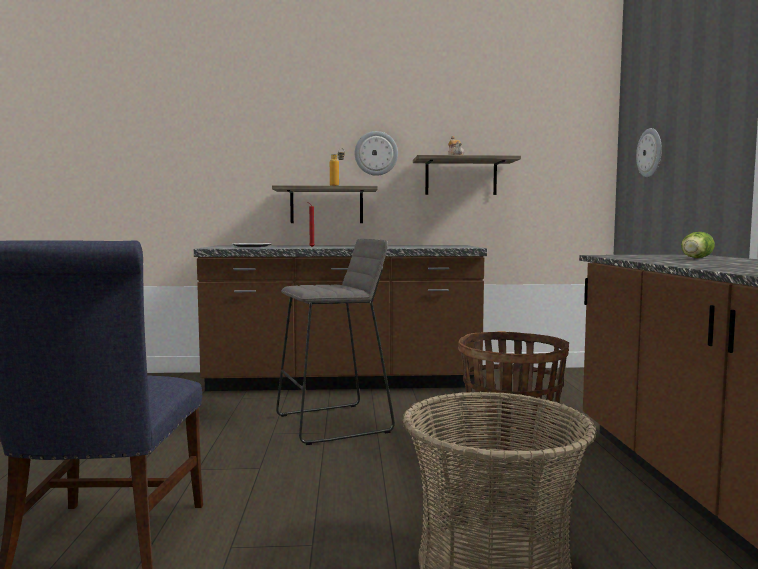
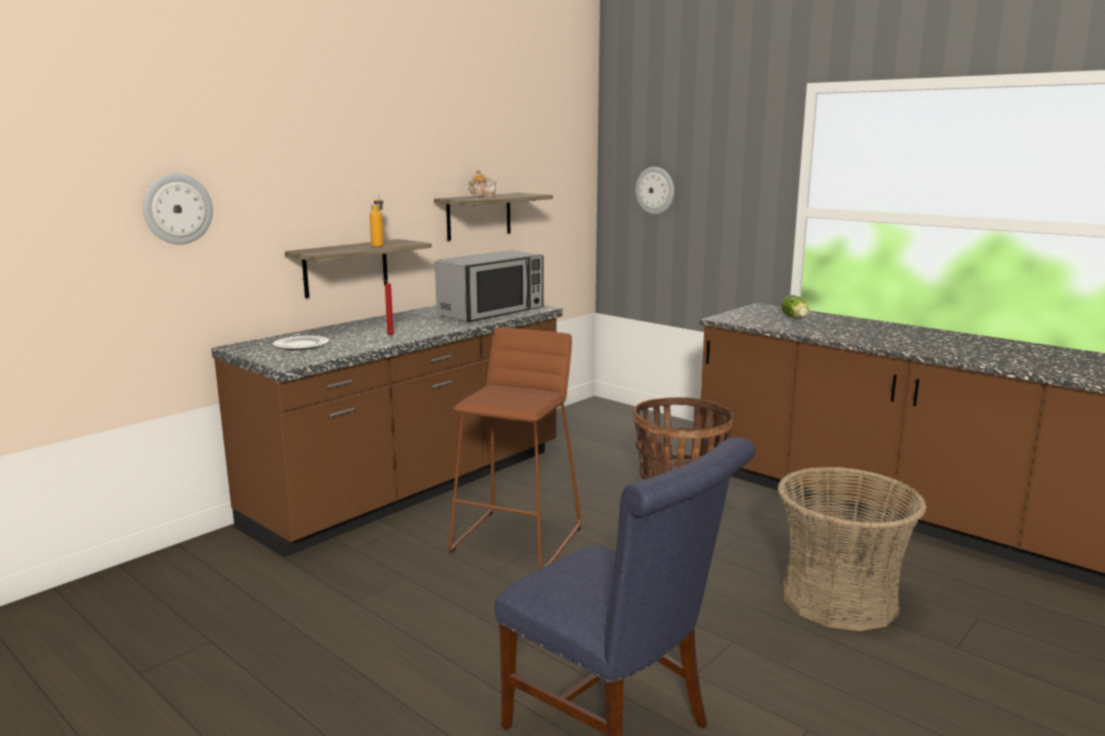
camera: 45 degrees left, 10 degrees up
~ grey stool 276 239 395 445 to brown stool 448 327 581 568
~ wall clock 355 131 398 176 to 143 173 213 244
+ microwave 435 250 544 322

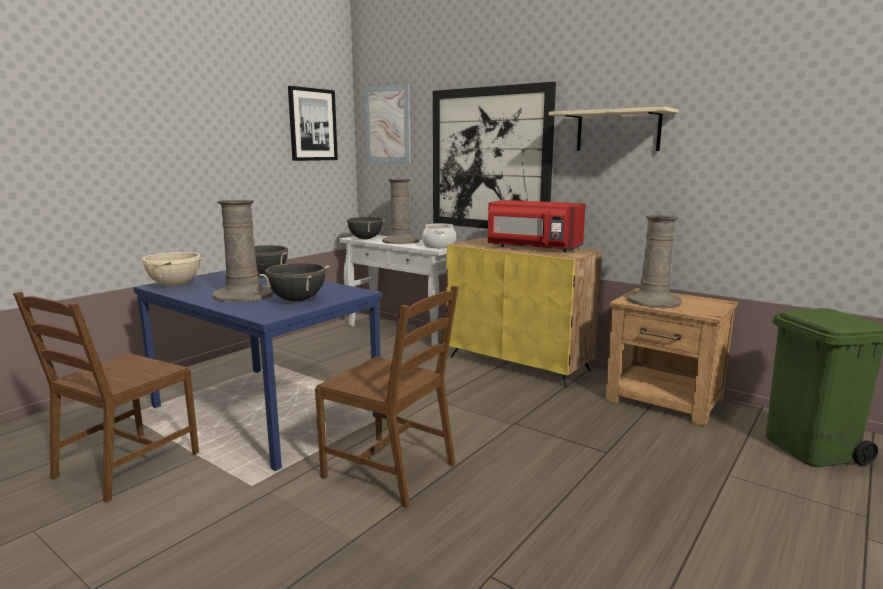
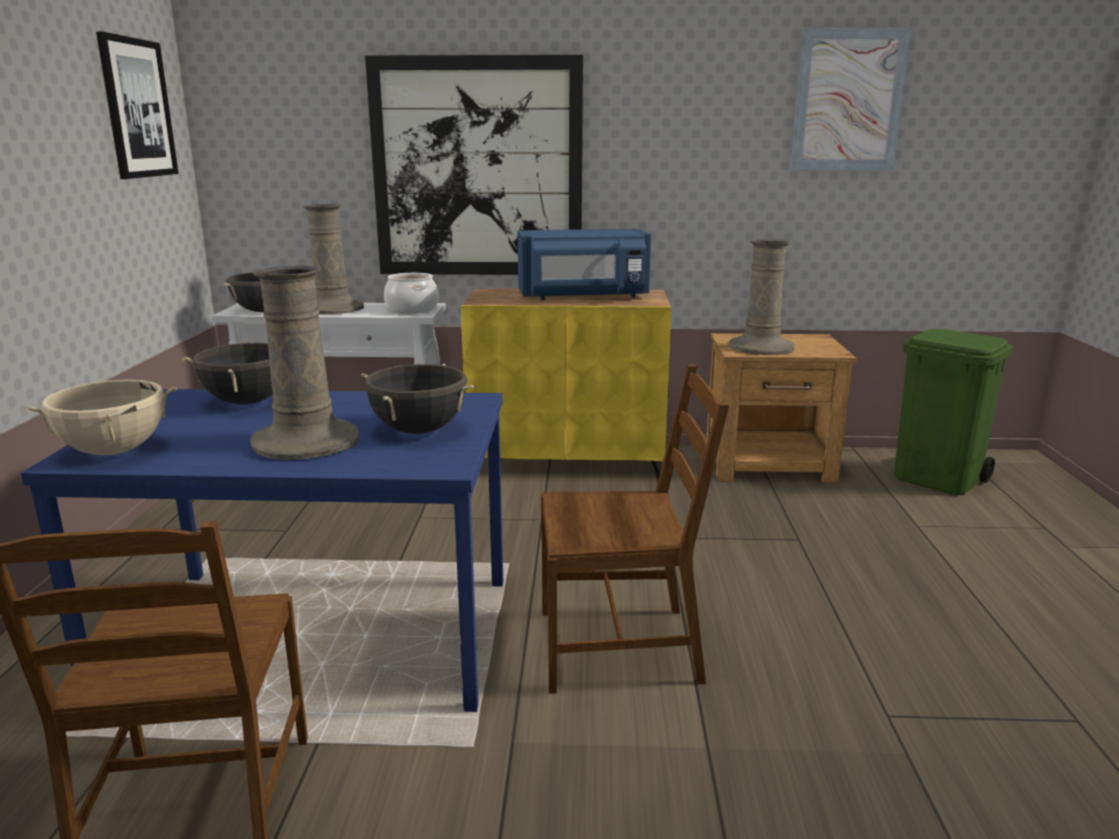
camera: 35 degrees left, 5 degrees up
~ picture 364 84 411 163 to 791 28 911 170
~ red microwave 488 200 586 252 to blue microwave 517 229 651 300
- beige shelf 549 107 679 151

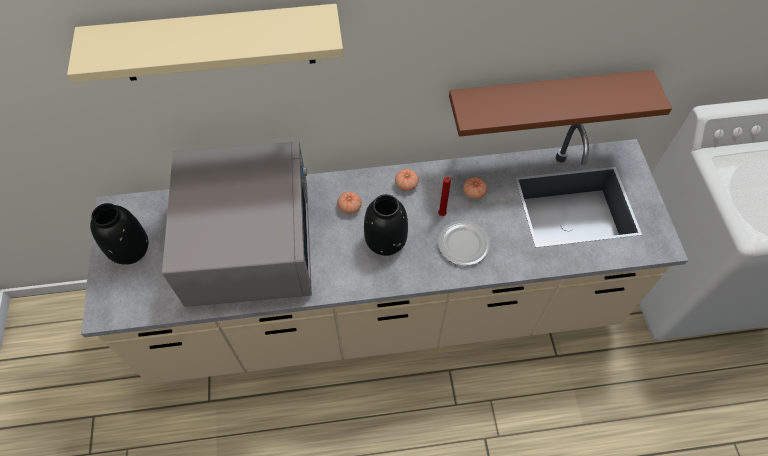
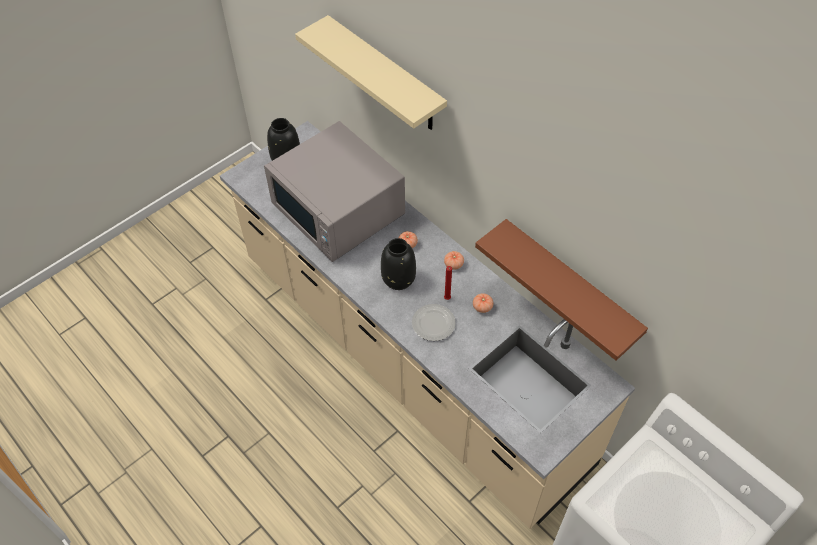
camera: 55 degrees right, 5 degrees down
~ grey microwave 162 142 312 307 = 264 121 405 262 90 degrees clockwise

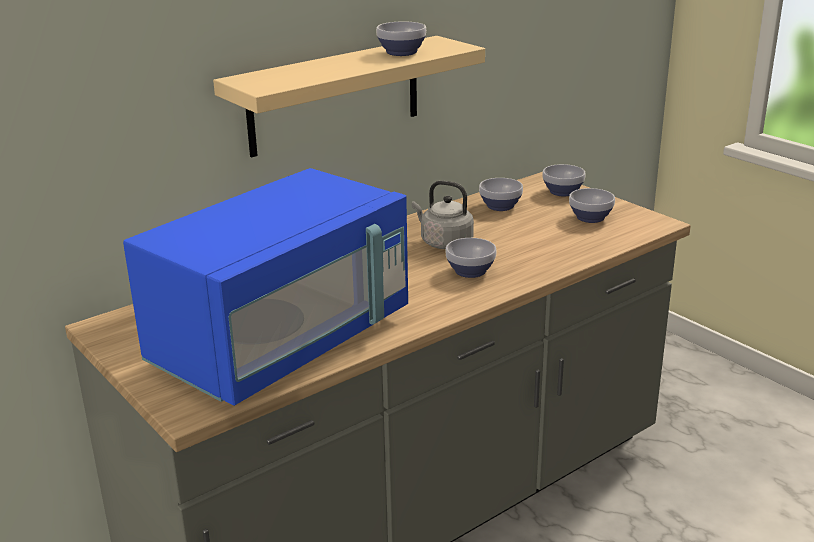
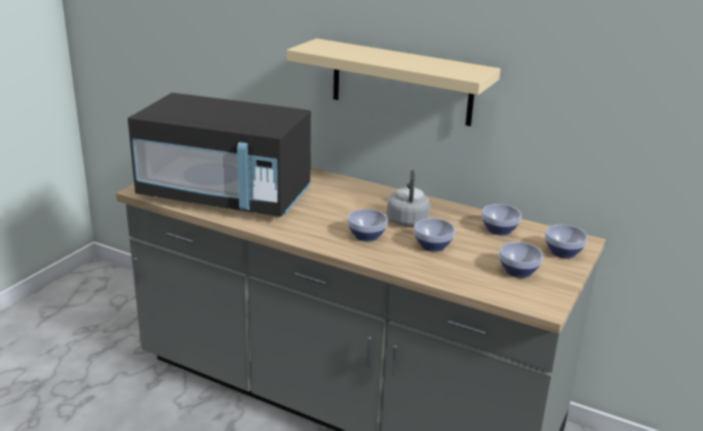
camera: 65 degrees right, 0 degrees up
~ blue microwave 123 168 408 406 to black microwave 128 93 311 217
~ bowl 376 21 426 56 to 414 218 455 252

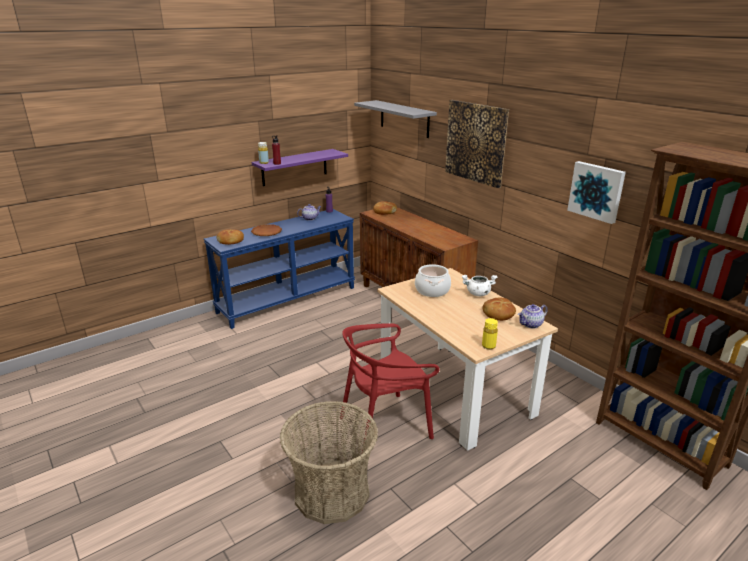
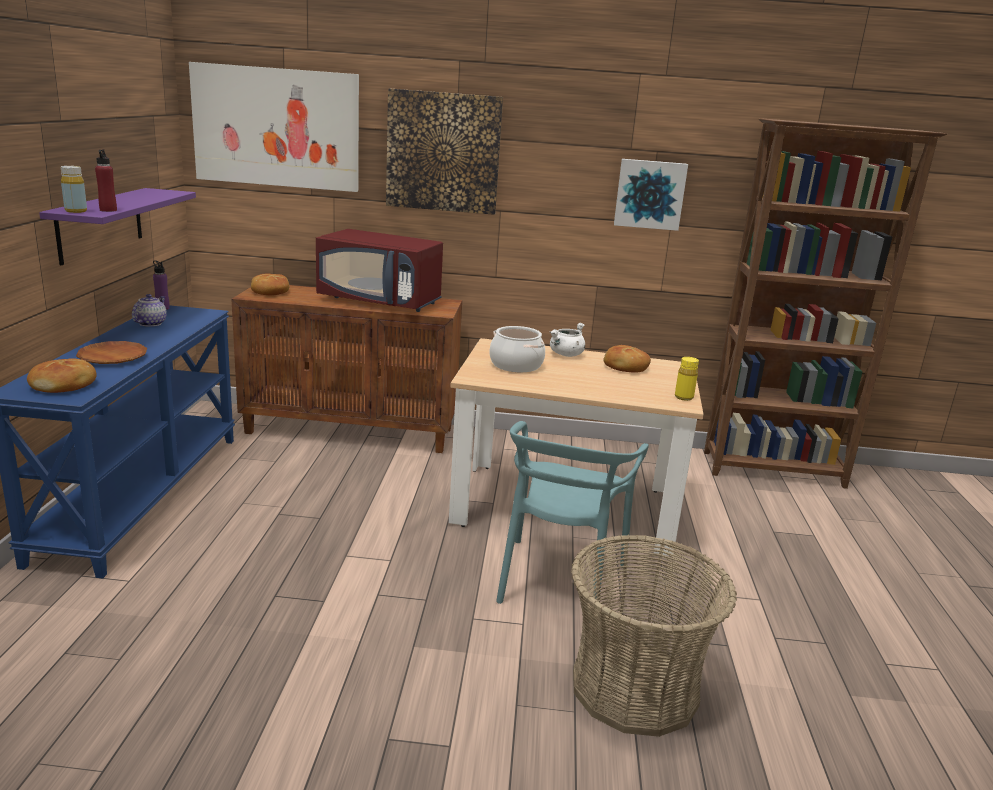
camera: 50 degrees left, 5 degrees down
~ red chair 340 323 440 445 to turquoise chair 496 421 649 604
~ grey shelf 354 100 437 138 to picture 189 62 359 192
- teapot 518 304 548 329
+ red microwave 316 229 443 312

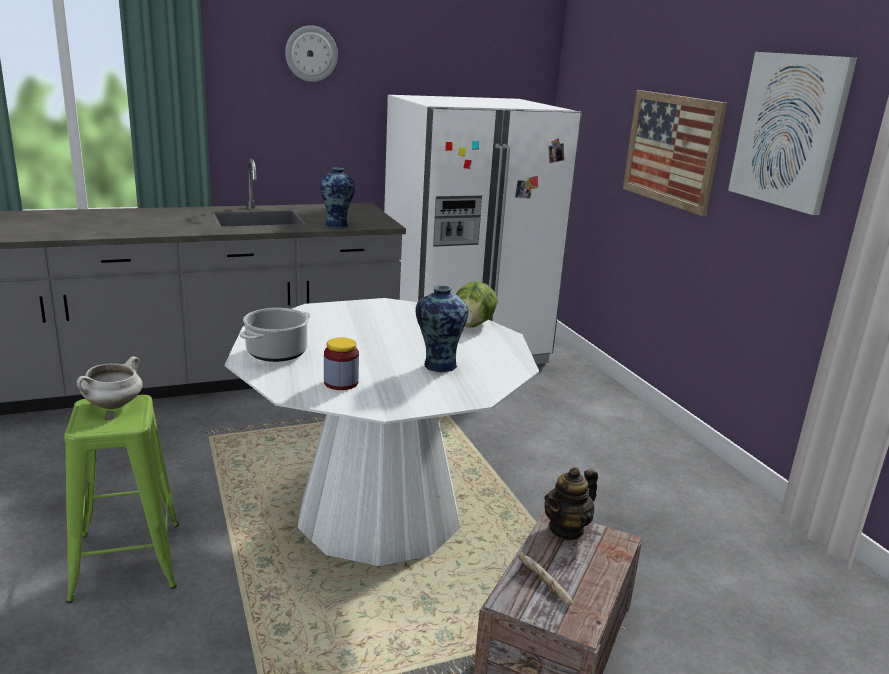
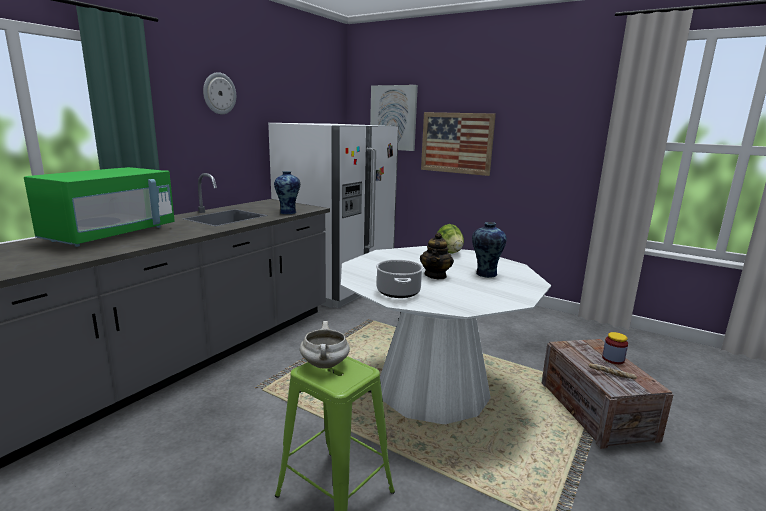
camera: 35 degrees left, 5 degrees down
~ jar 324 337 359 390 to 602 332 628 364
~ teapot 544 467 598 541 to 420 232 454 279
~ picture 728 52 857 215 to 370 85 418 151
+ green microwave 24 167 175 247

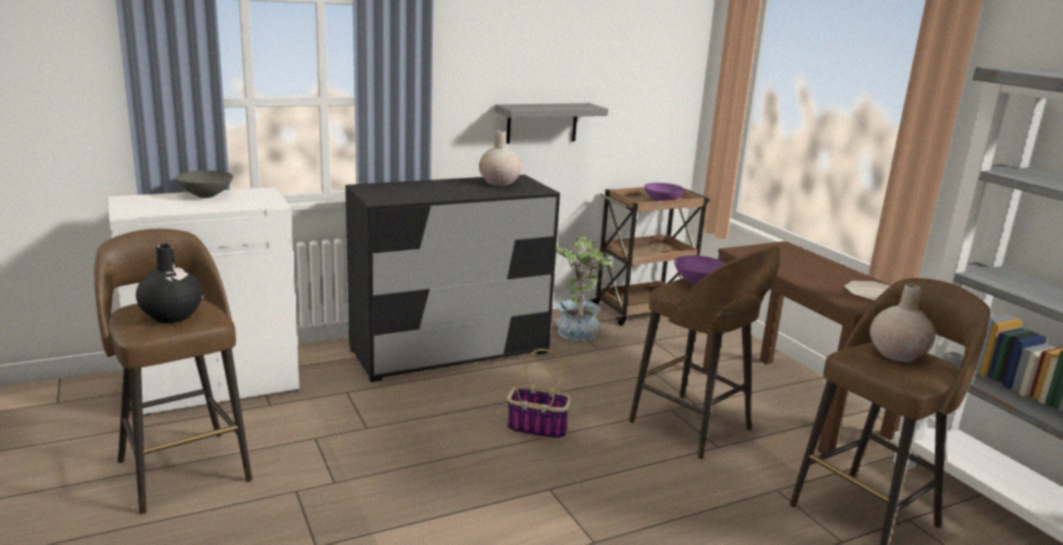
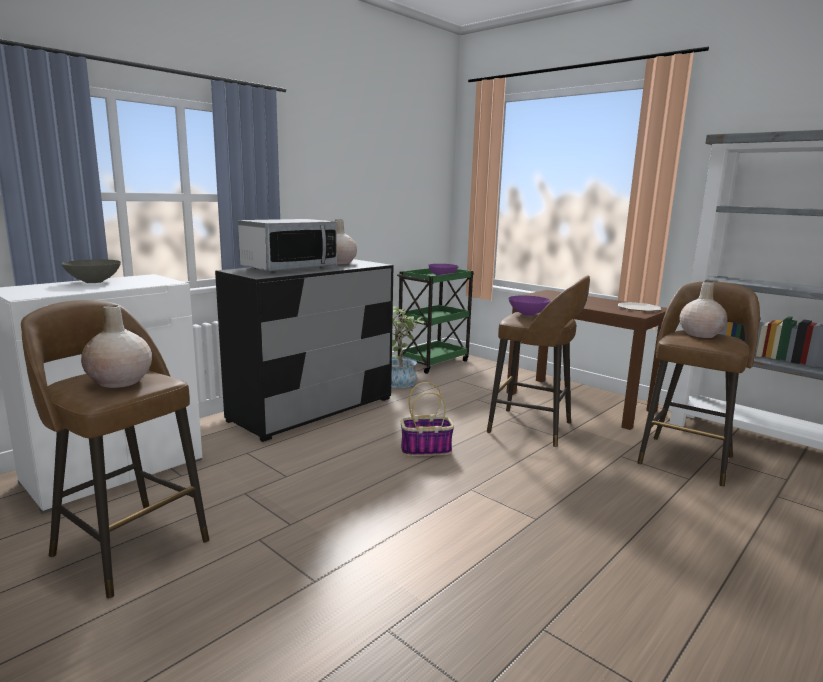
camera: 20 degrees left, 5 degrees down
~ black vase 136 244 202 323 to beige vase 81 305 152 388
- grey shelf 494 103 608 144
~ brown cart 589 187 710 326 to green cart 397 268 474 374
+ microwave 238 219 337 272

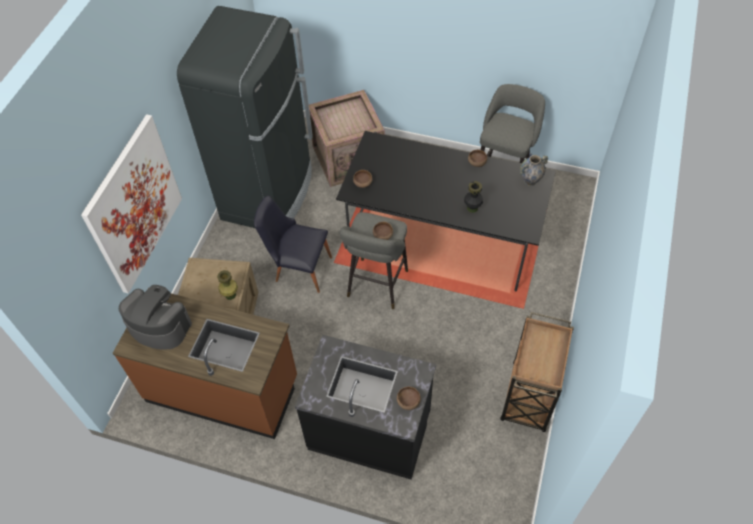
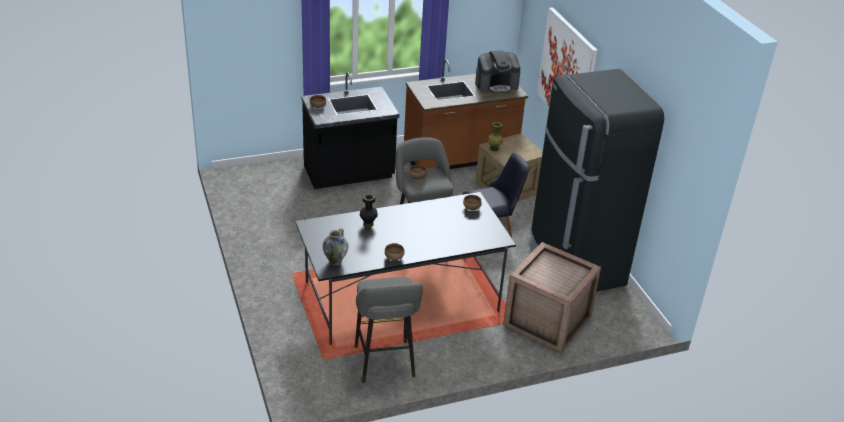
camera: 140 degrees right, 20 degrees down
- brown cart 500 312 574 432

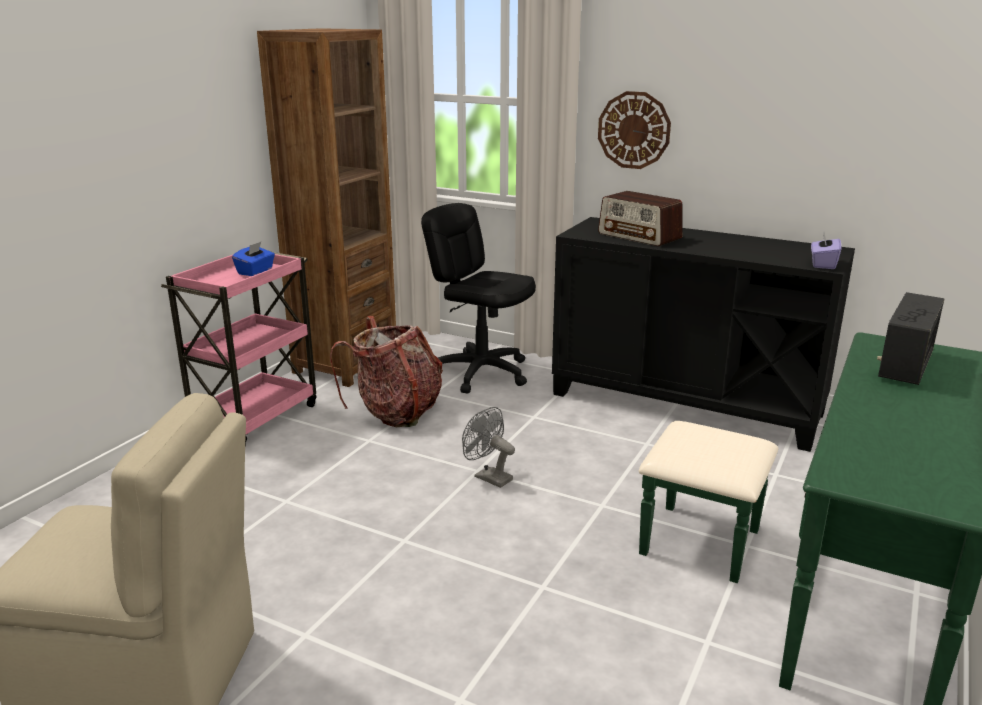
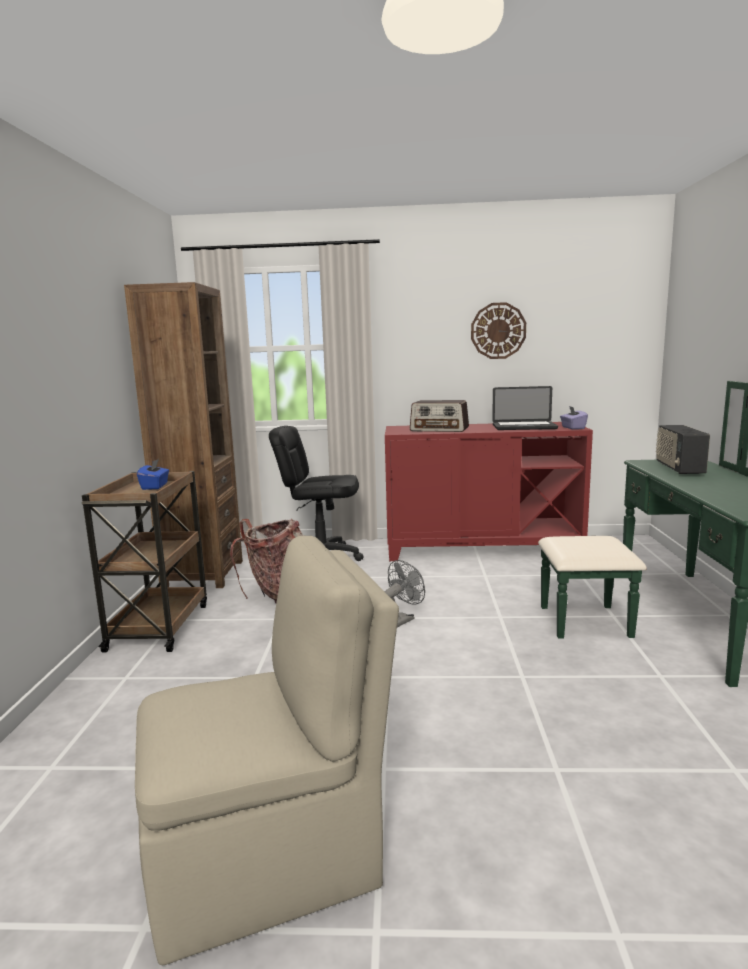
camera: 25 degrees left, 10 degrees down
~ pink cart 161 252 316 446 to brown cart 82 471 207 652
~ grey fan 462 407 515 488 = 385 560 425 627 120 degrees clockwise
~ black cabinet 552 217 855 452 to red cabinet 385 422 593 561
~ wall clock 598 91 671 169 to 471 302 526 359
+ laptop 492 386 558 430

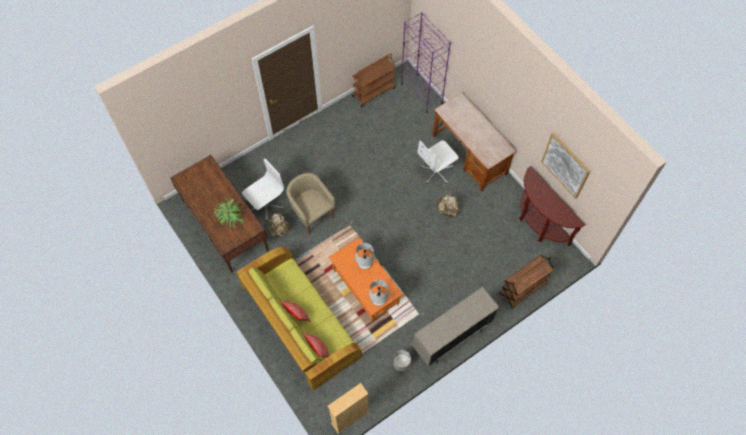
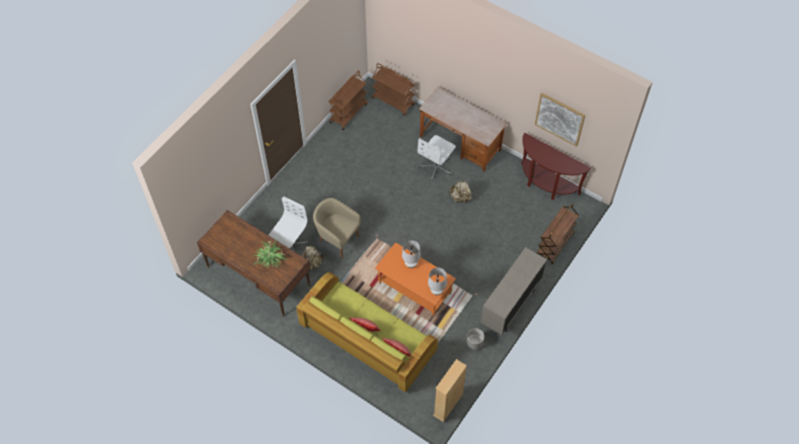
camera: 20 degrees left, 5 degrees down
~ purple bookcase 401 12 451 113 to brown cart 372 63 415 116

